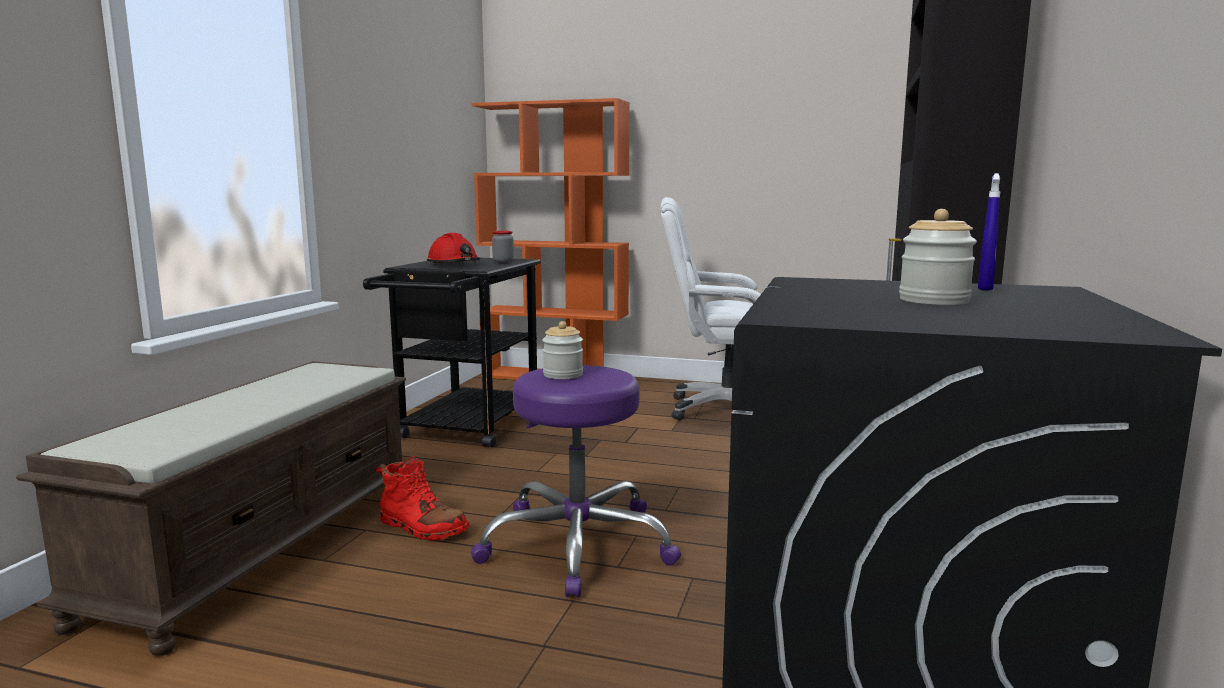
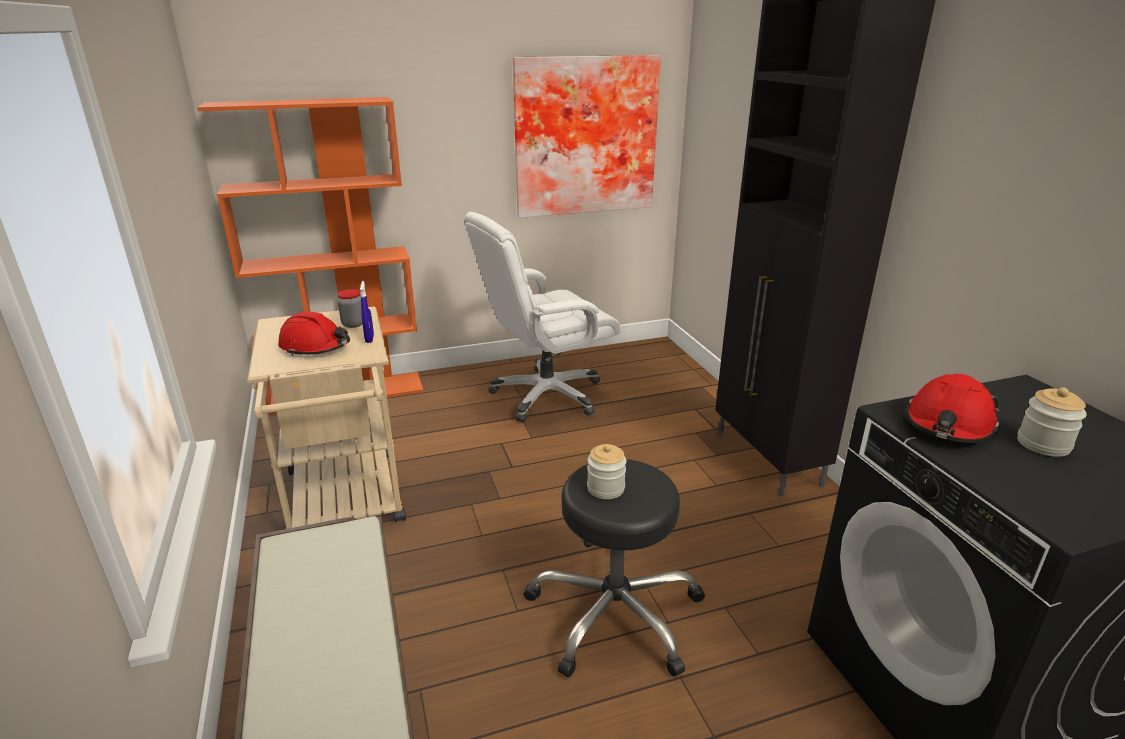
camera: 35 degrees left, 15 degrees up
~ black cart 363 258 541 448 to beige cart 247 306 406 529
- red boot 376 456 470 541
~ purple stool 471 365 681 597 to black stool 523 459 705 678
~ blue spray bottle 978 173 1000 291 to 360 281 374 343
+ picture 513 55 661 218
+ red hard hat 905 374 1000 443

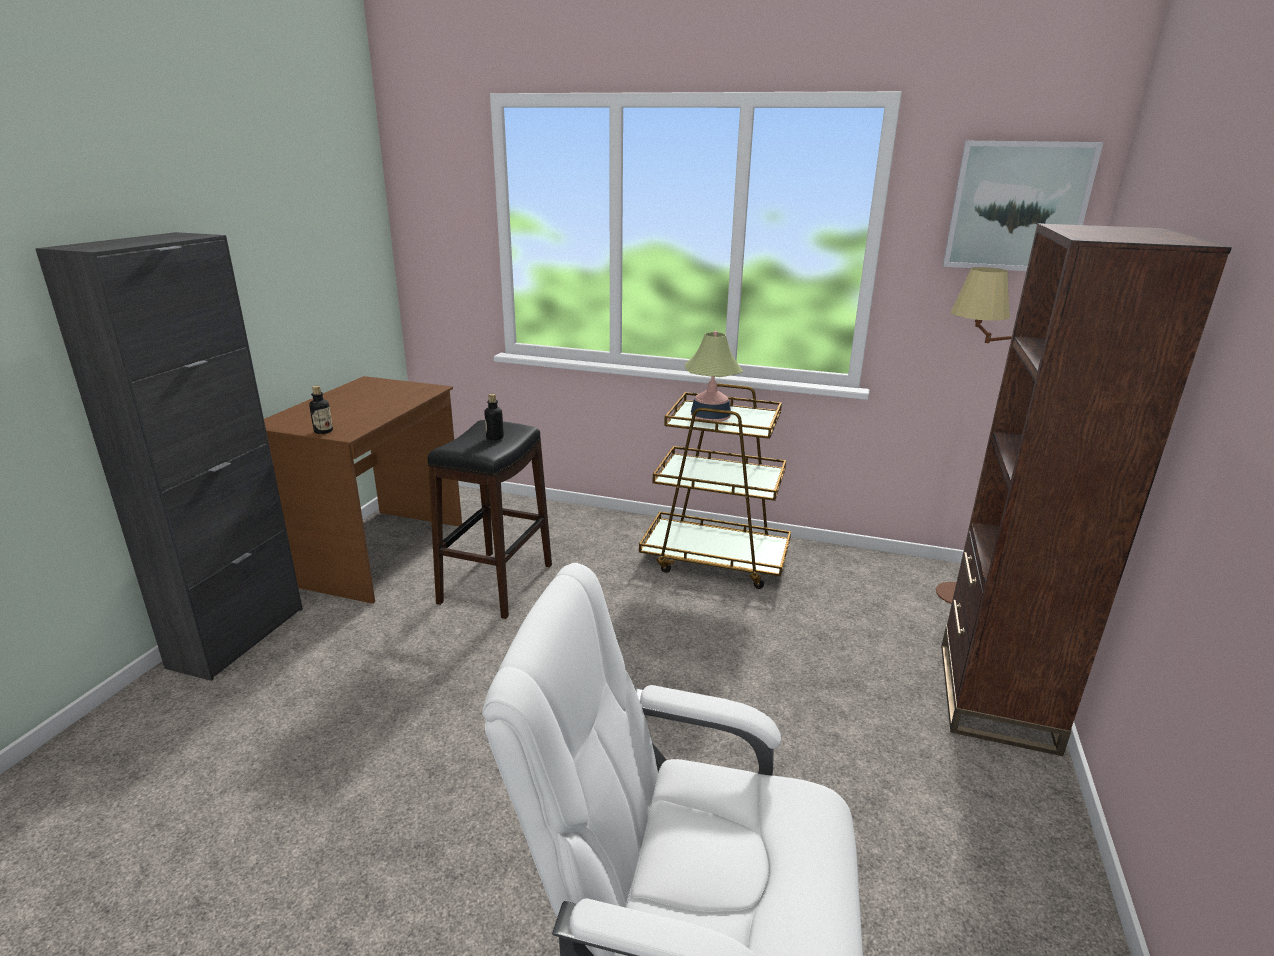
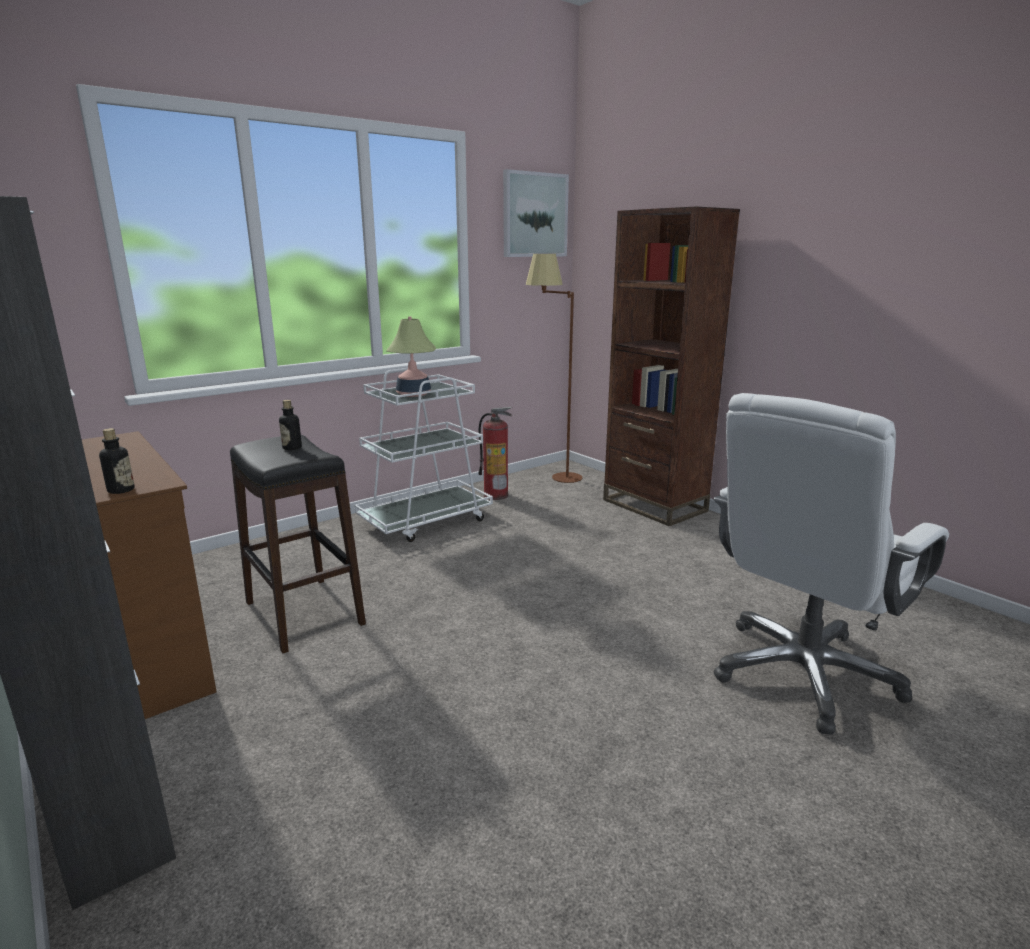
camera: 55 degrees left, 5 degrees down
~ brown cart 639 384 791 589 to white cart 355 368 493 542
+ fire extinguisher 478 407 512 500

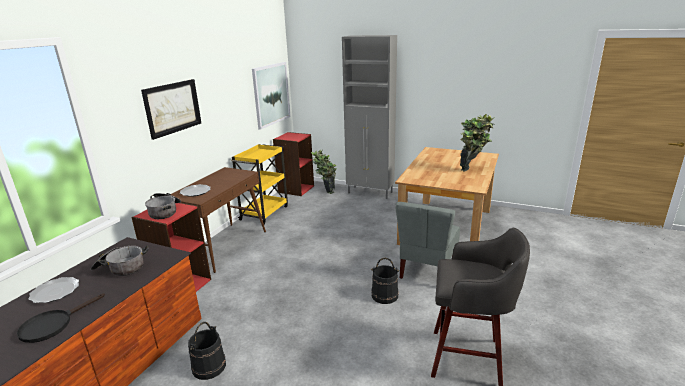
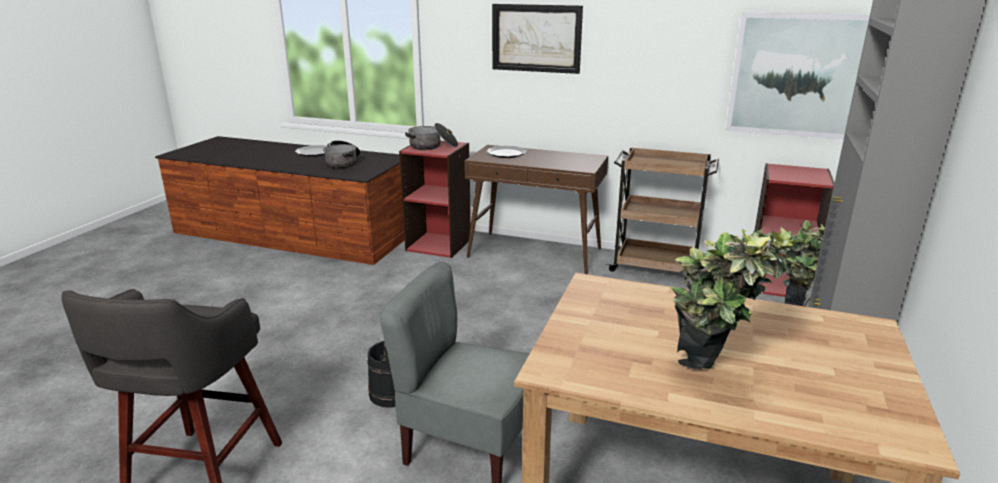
camera: 85 degrees right, 0 degrees up
- black frying pan 17 293 105 343
- black bucket 188 322 226 380
~ yellow cart 231 144 288 225 to brown cart 606 147 719 280

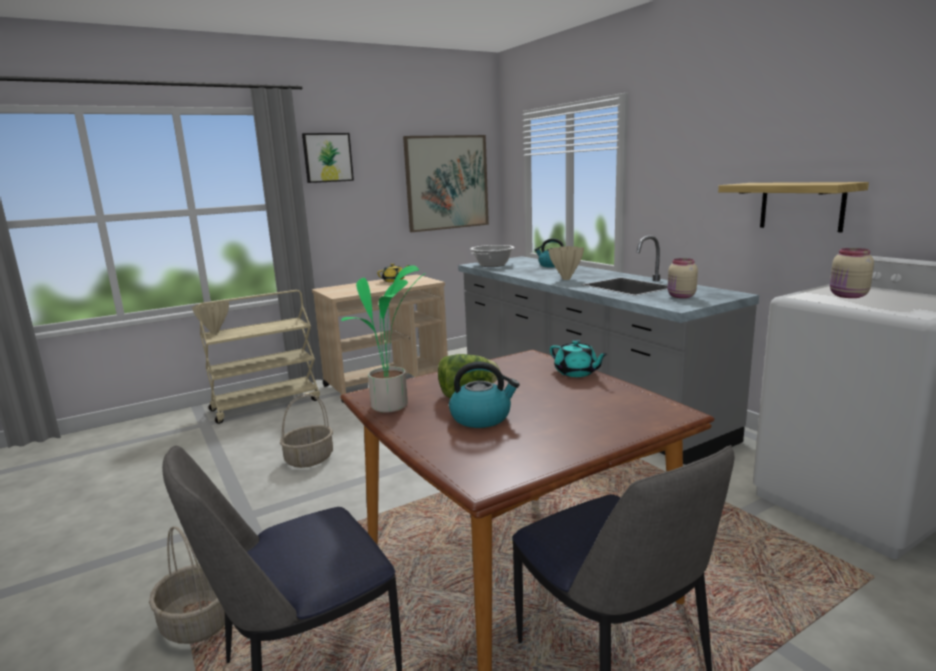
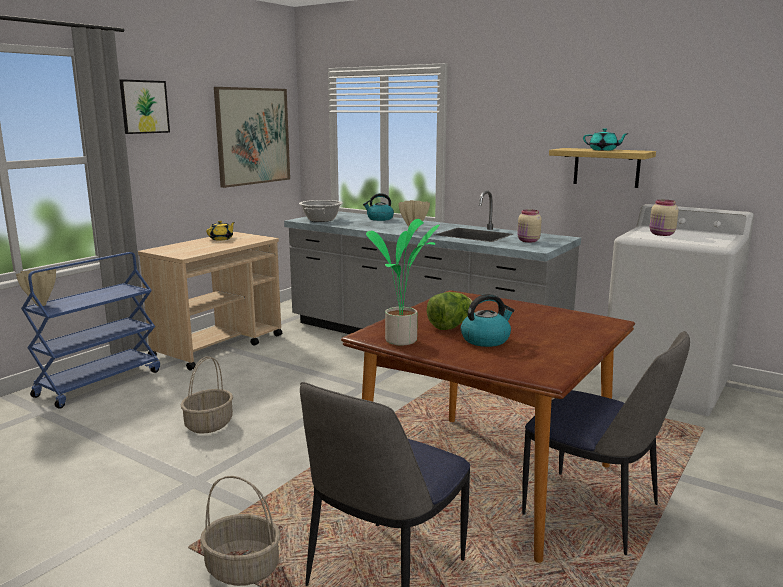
camera: 25 degrees left, 0 degrees up
~ beige cart 198 290 320 424 to blue cart 21 252 160 409
~ turquoise teapot 550 340 608 377 to 583 128 629 151

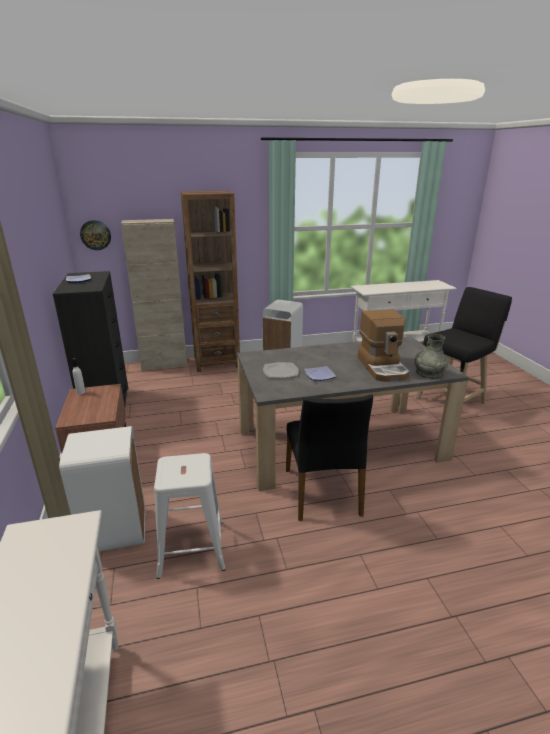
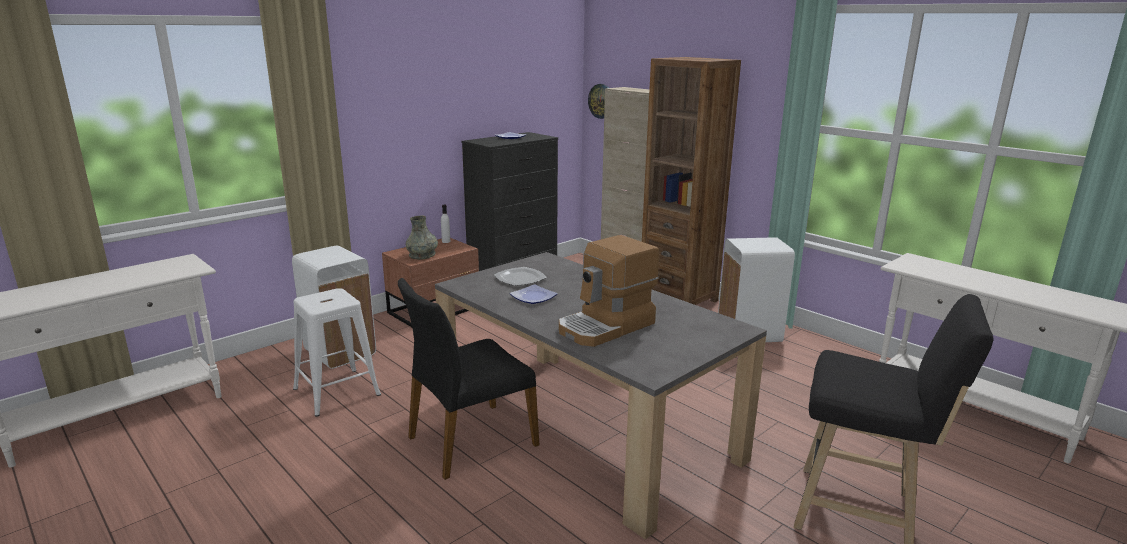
camera: 60 degrees right, 5 degrees down
~ grey vase 415 334 448 378 to 406 216 438 260

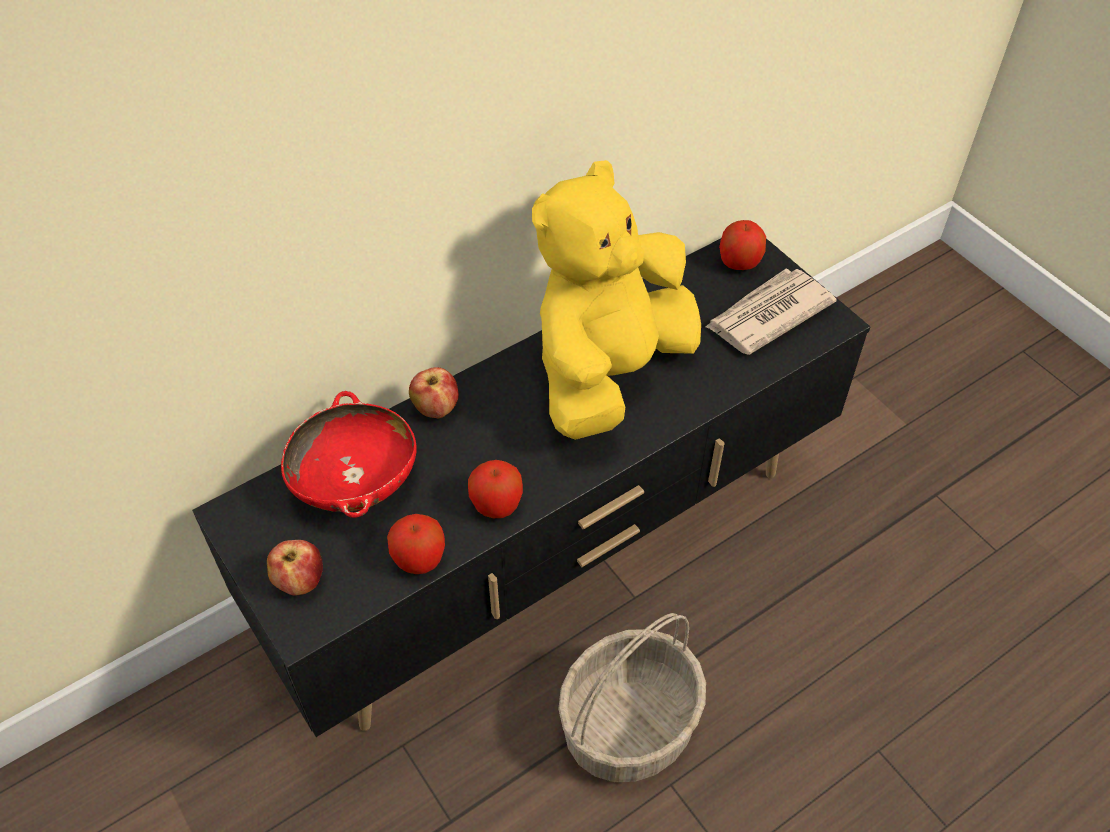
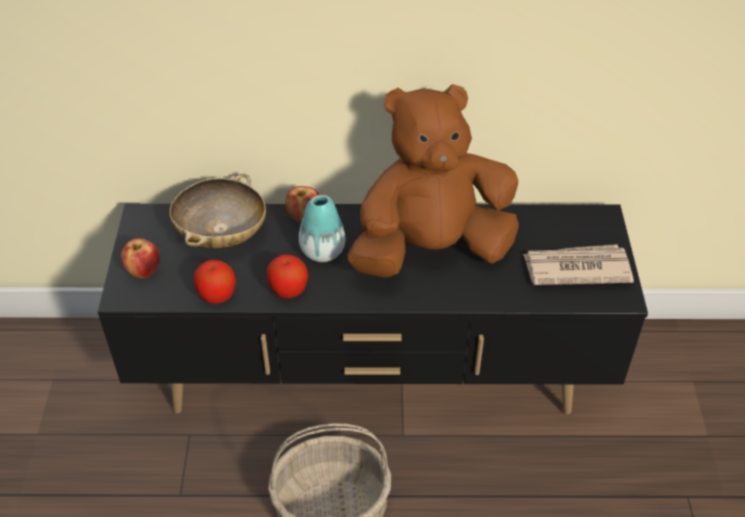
camera: 35 degrees right, 5 degrees down
~ red bowl 281 391 417 518 to beige bowl 169 174 266 248
~ yellow plush toy 532 160 701 440 to brown plush toy 347 84 519 278
- apple 719 220 766 270
+ vase 299 195 346 262

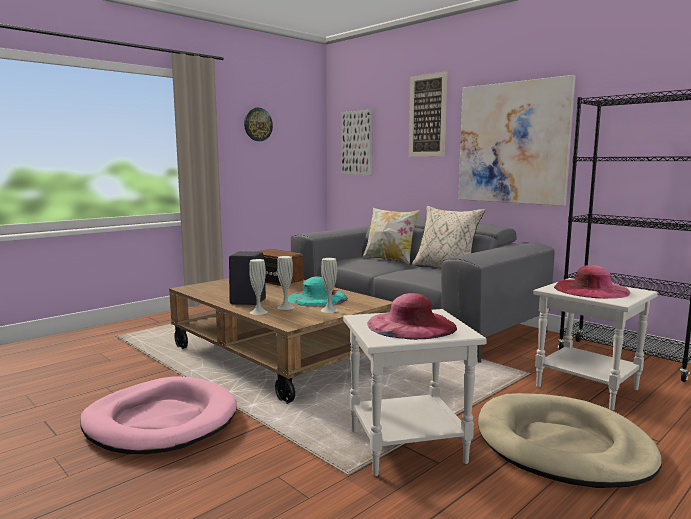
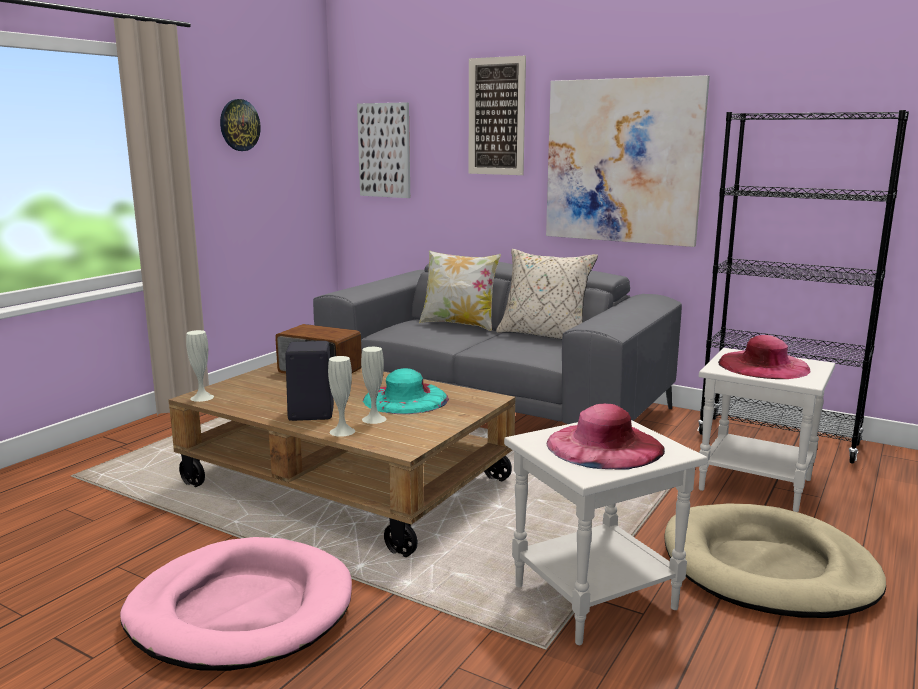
camera: 15 degrees left, 5 degrees up
~ white vase 321 258 338 313 to 186 330 214 402

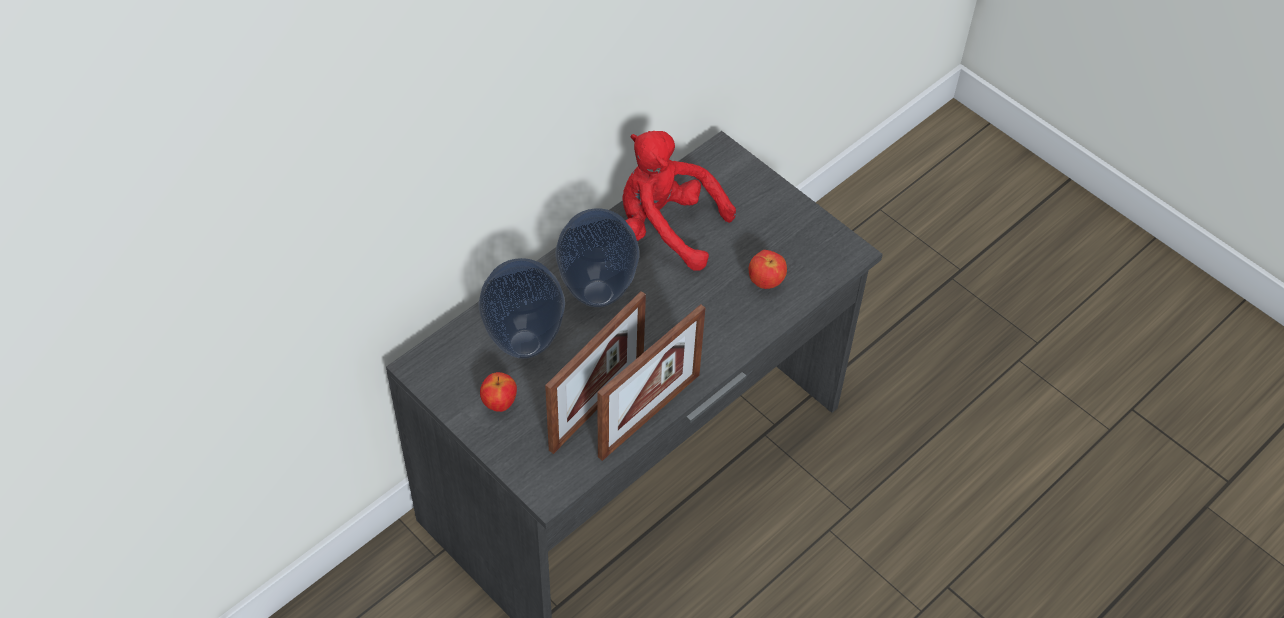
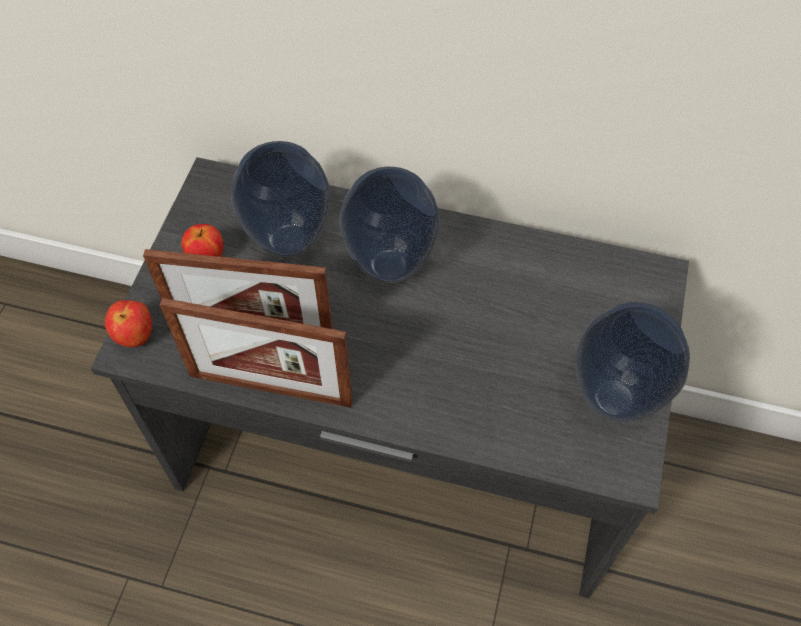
camera: 60 degrees right, 5 degrees up
- red plush toy 622 131 736 271
~ apple 749 250 787 289 to 105 300 152 347
+ vase 577 302 690 422

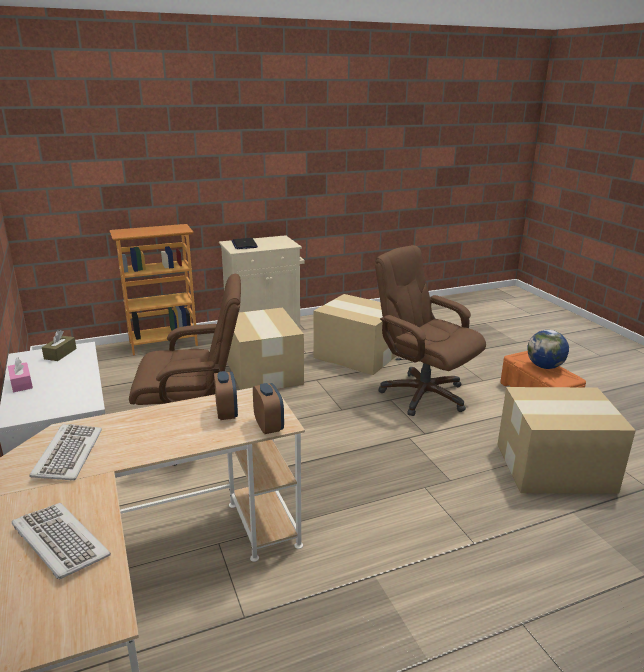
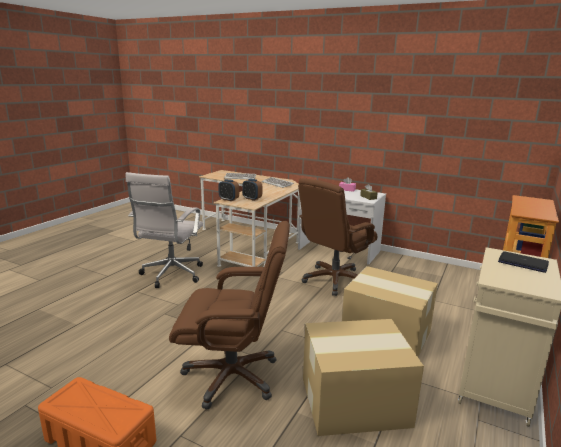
camera: 140 degrees right, 5 degrees down
- cardboard box 497 387 636 494
- globe 527 330 569 369
+ white office chair 126 172 203 288

